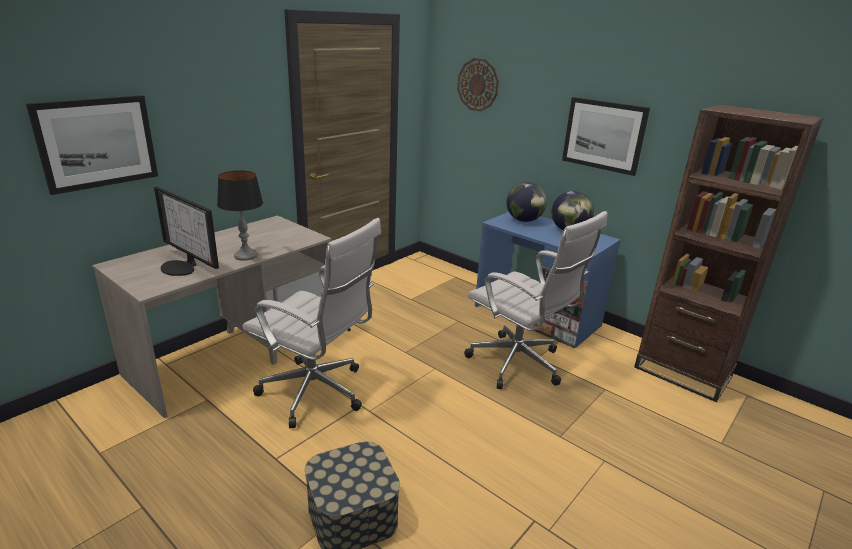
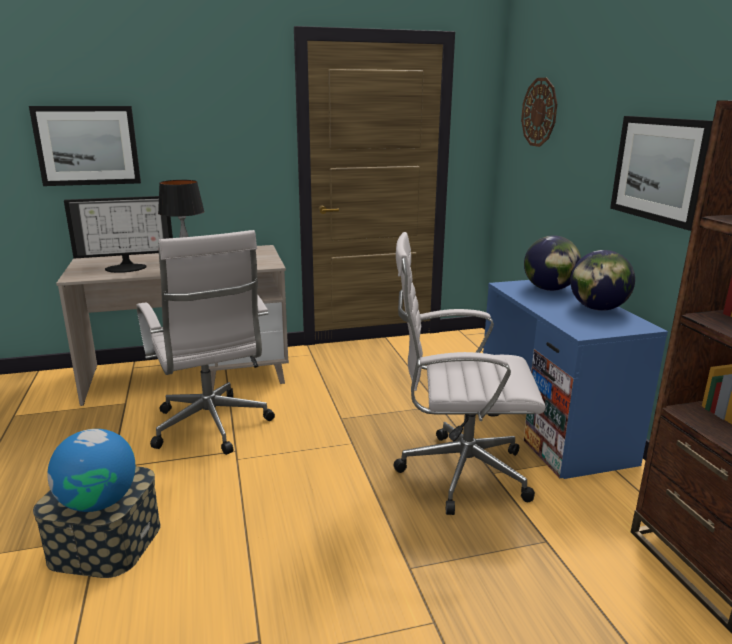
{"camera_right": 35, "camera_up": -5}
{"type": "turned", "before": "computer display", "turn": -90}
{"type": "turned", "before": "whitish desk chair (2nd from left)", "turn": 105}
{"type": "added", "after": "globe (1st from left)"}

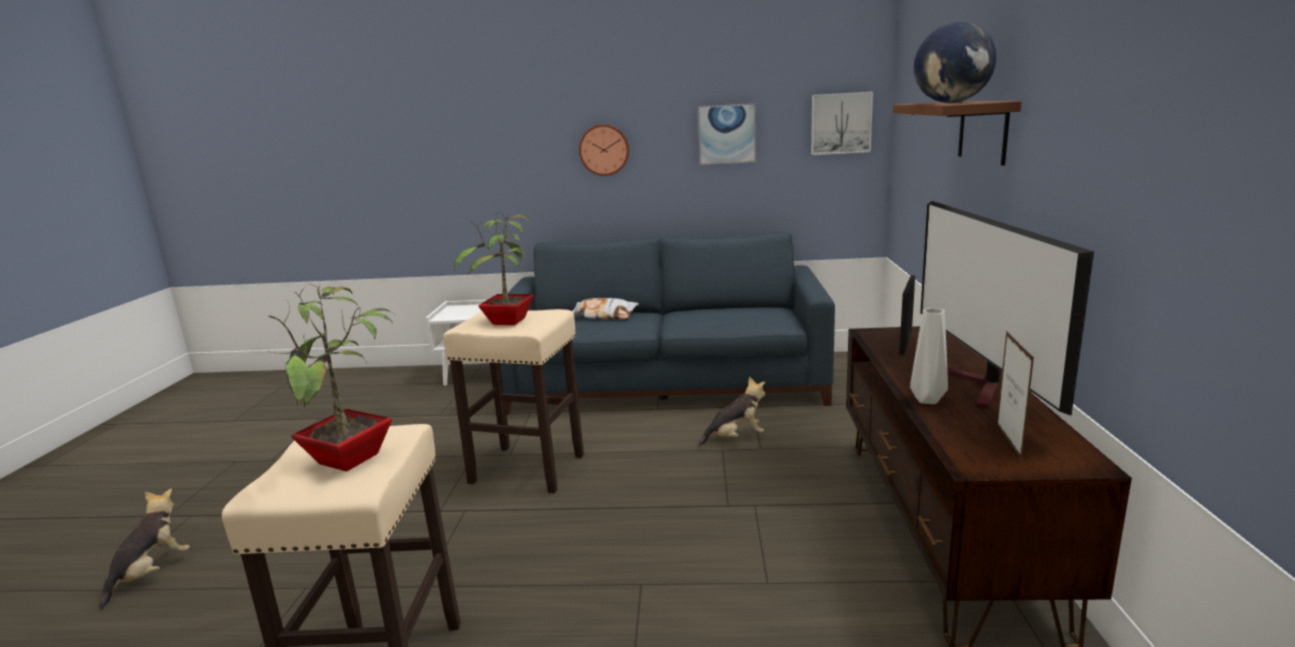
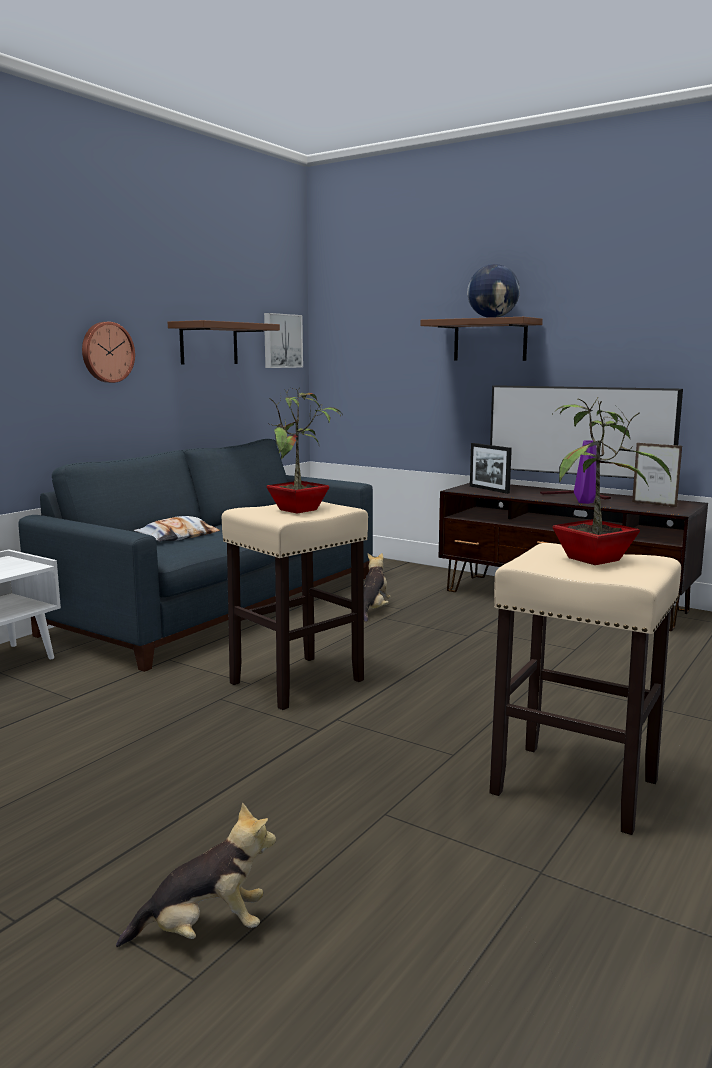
{"camera_right": -60, "camera_up": -5}
{"type": "turned", "before": "soft toy (1st from left)", "turn": 120}
{"type": "replaced", "before": "wall art (1st from left)", "after": "brown bracket shelf (1st from left)"}
{"type": "recoloured", "before": "greyish flower vase", "after": "purplish flower vase"}

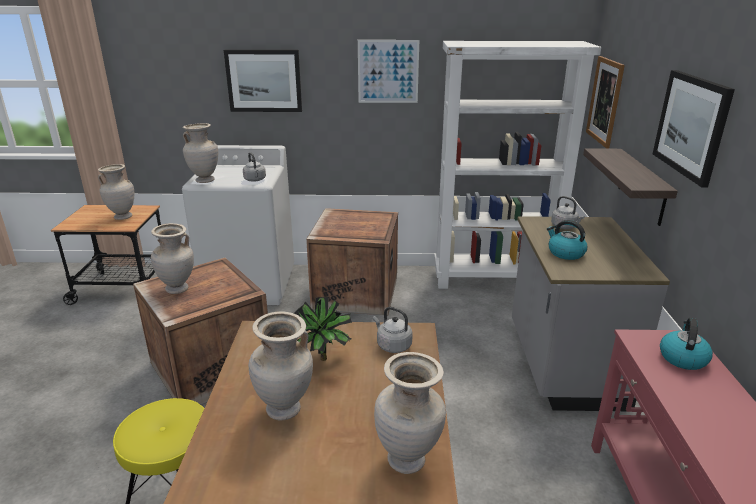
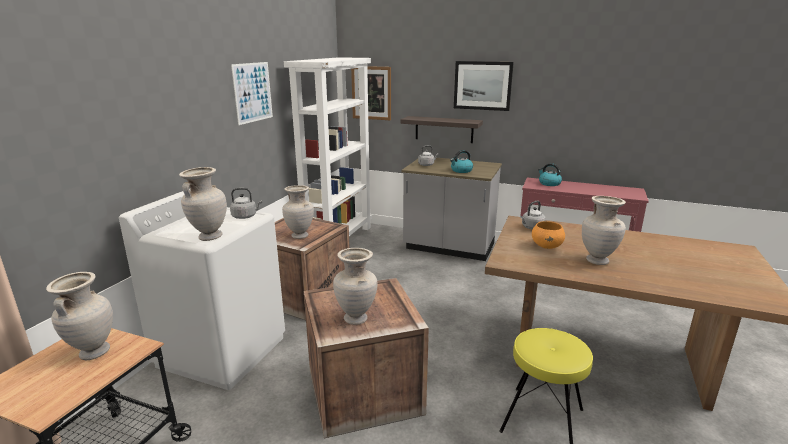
{"camera_right": -70, "camera_up": -5}
{"type": "removed", "before": "wall art (1st from left)"}
{"type": "replaced", "before": "potted plant", "after": "orange bowl"}
{"type": "moved", "before": "beige-coloured flower vase (5th from left in the first image)", "after": "beige-coloured flower vase (3rd from left)"}

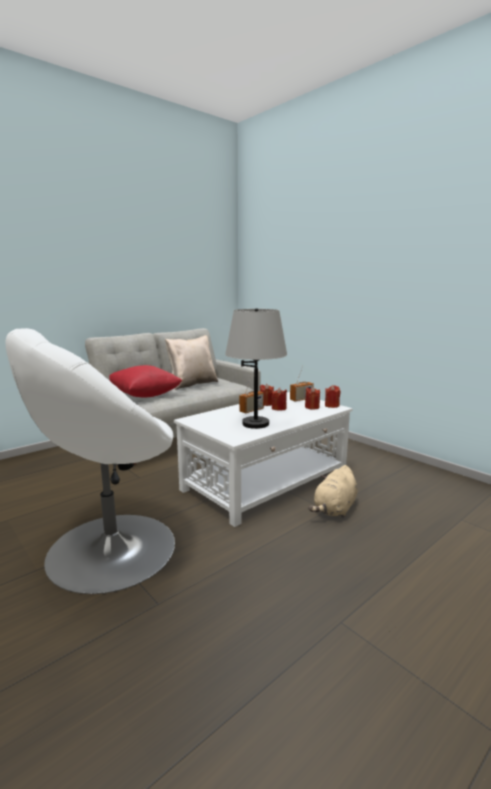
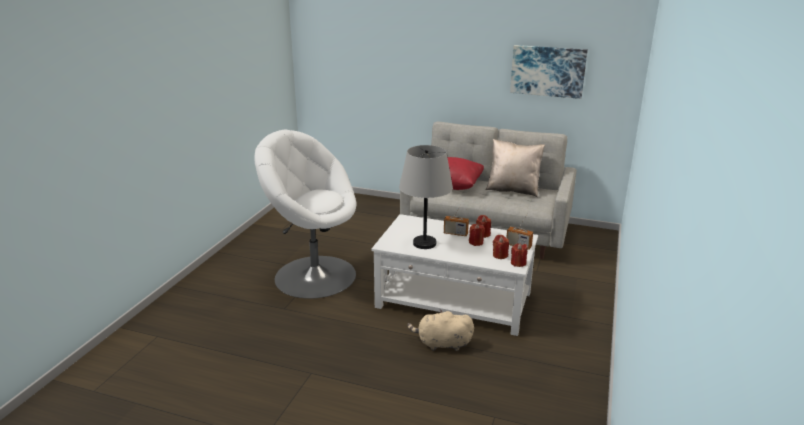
{"camera_right": 60, "camera_up": 10}
{"type": "added", "after": "wall art"}

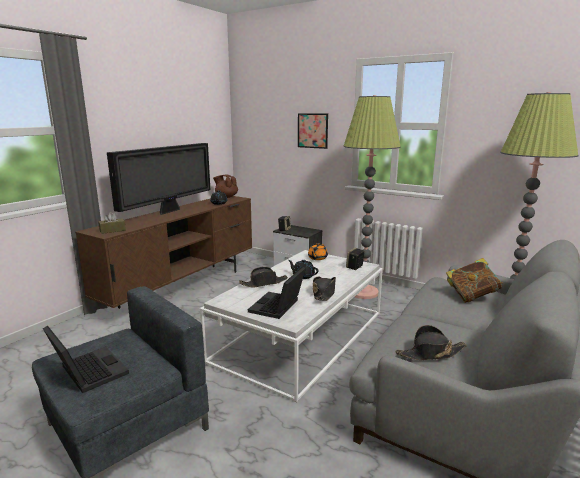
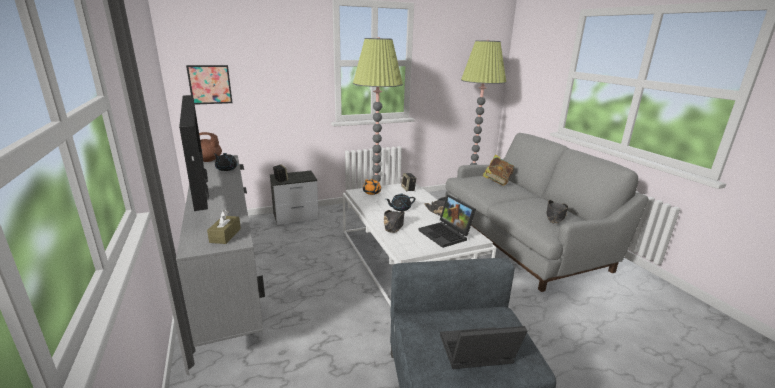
{"camera_right": -55, "camera_up": 5}
{"type": "recoloured", "before": "brown tv unit", "after": "greyish tv unit"}
{"type": "moved", "before": "wall art"}

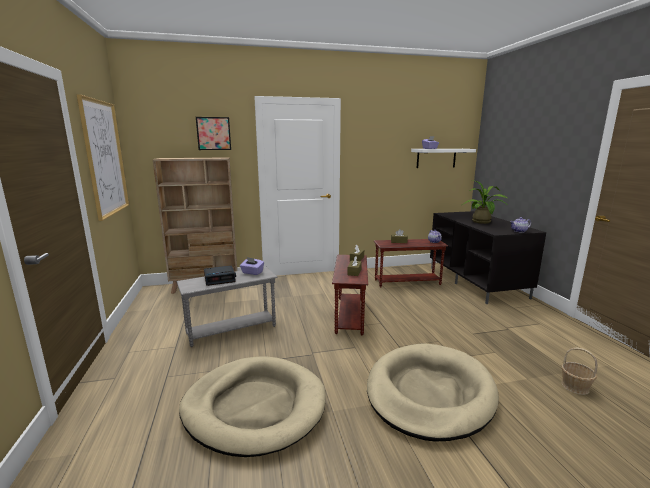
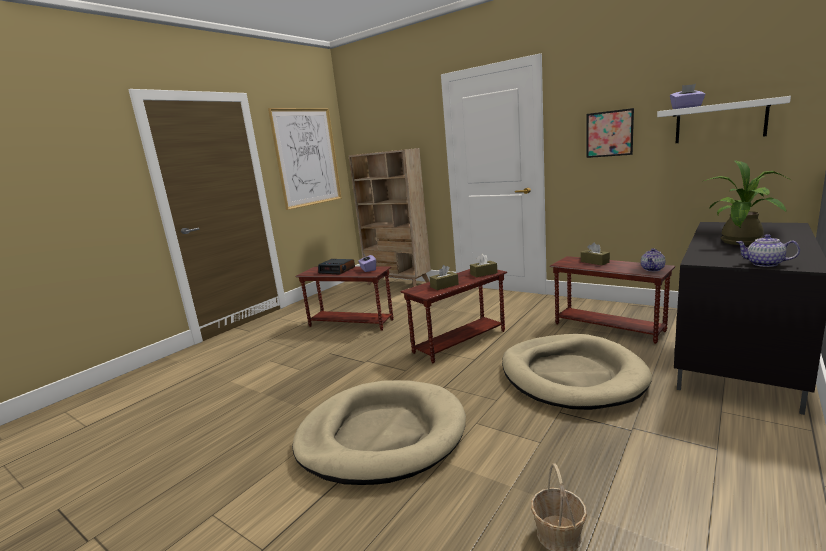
{"camera_right": 50, "camera_up": 0}
{"type": "recoloured", "before": "greyish end table", "after": "brown end table (1st from left)"}
{"type": "moved", "before": "beige-coloured pet bed (1st from left in the first image)", "after": "beige-coloured pet bed (2nd from left)"}
{"type": "moved", "before": "wall art (2nd from left)"}

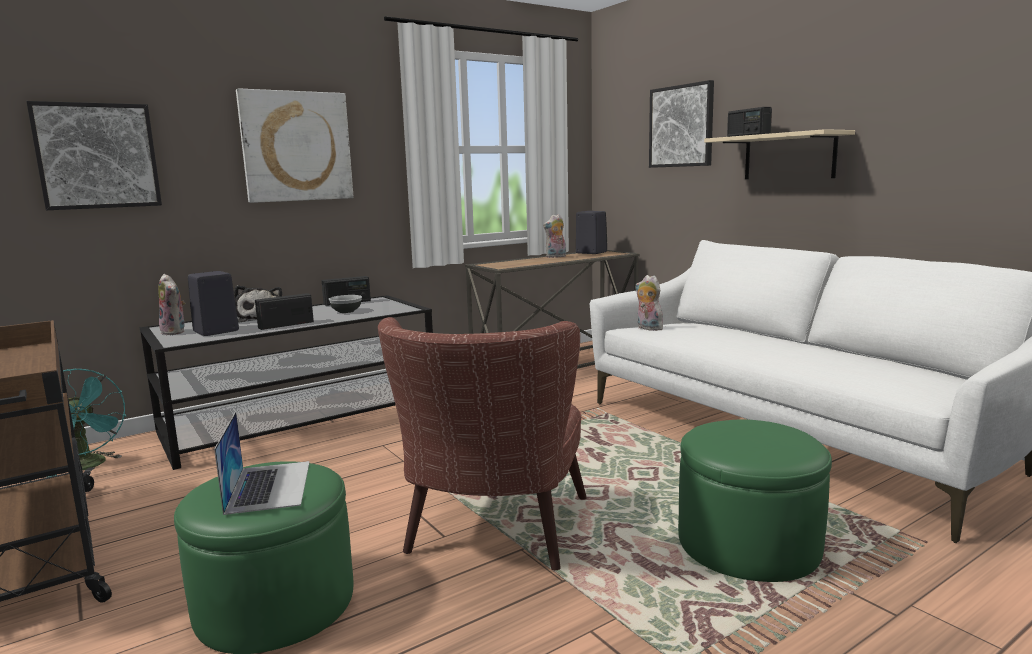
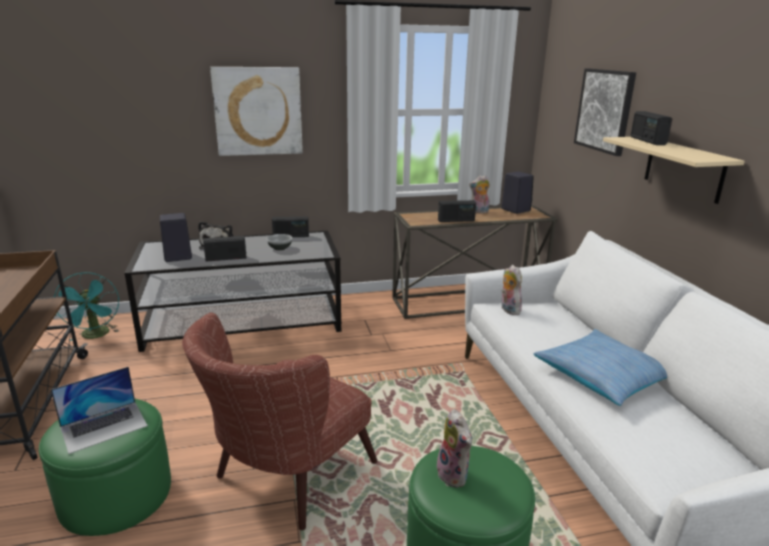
{"camera_right": 20, "camera_up": 10}
{"type": "removed", "before": "wall art (1st from left)"}
{"type": "moved", "before": "soft toy (1st from left in the first image)", "after": "soft toy (2nd from left)"}
{"type": "turned", "before": "laptop", "turn": 45}
{"type": "added", "after": "radio receiver (3rd from left)"}
{"type": "added", "after": "pillow"}

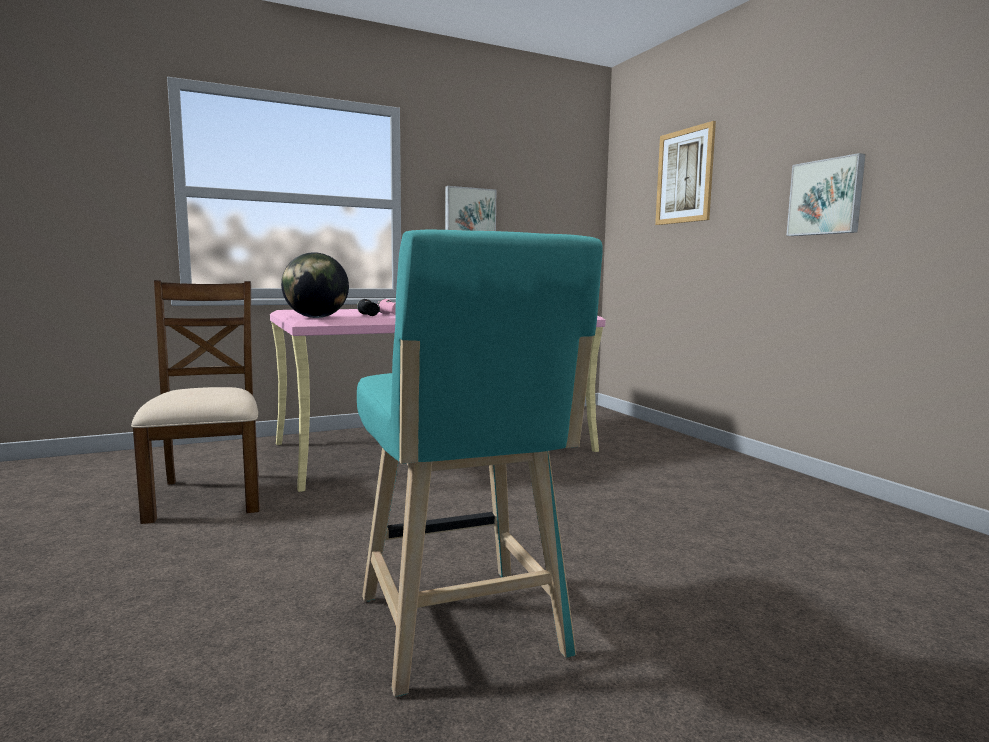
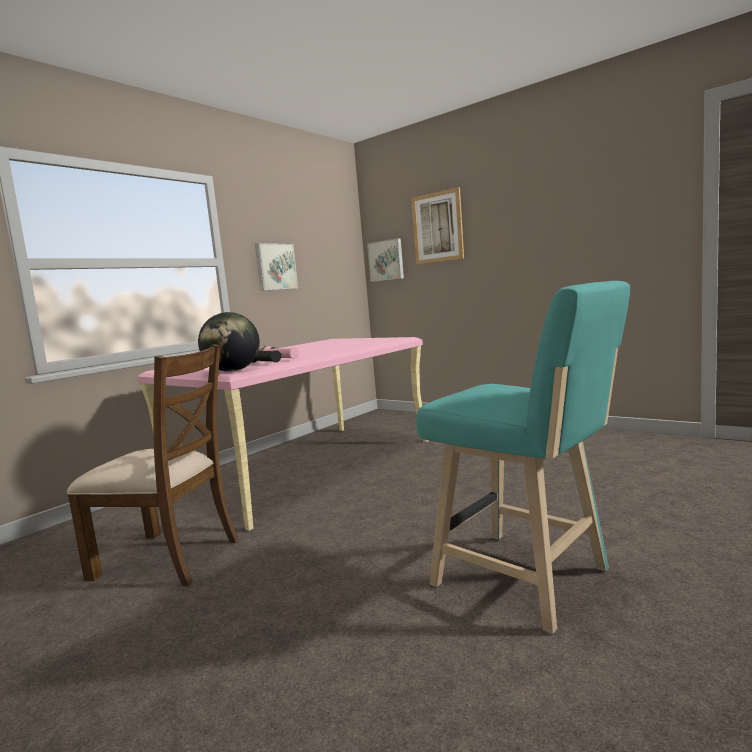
{"camera_right": -25, "camera_up": 0}
{"type": "turned", "before": "brown upright chair", "turn": 150}
{"type": "moved", "before": "wall art (3rd from left in the first image)", "after": "wall art (2nd from left)"}

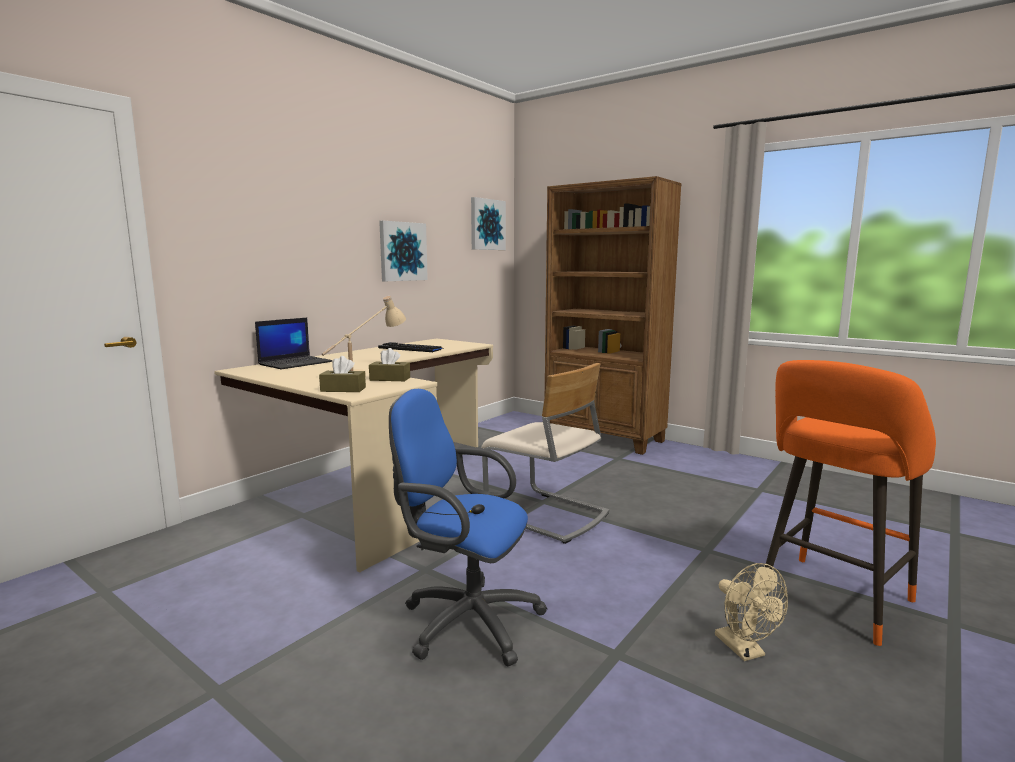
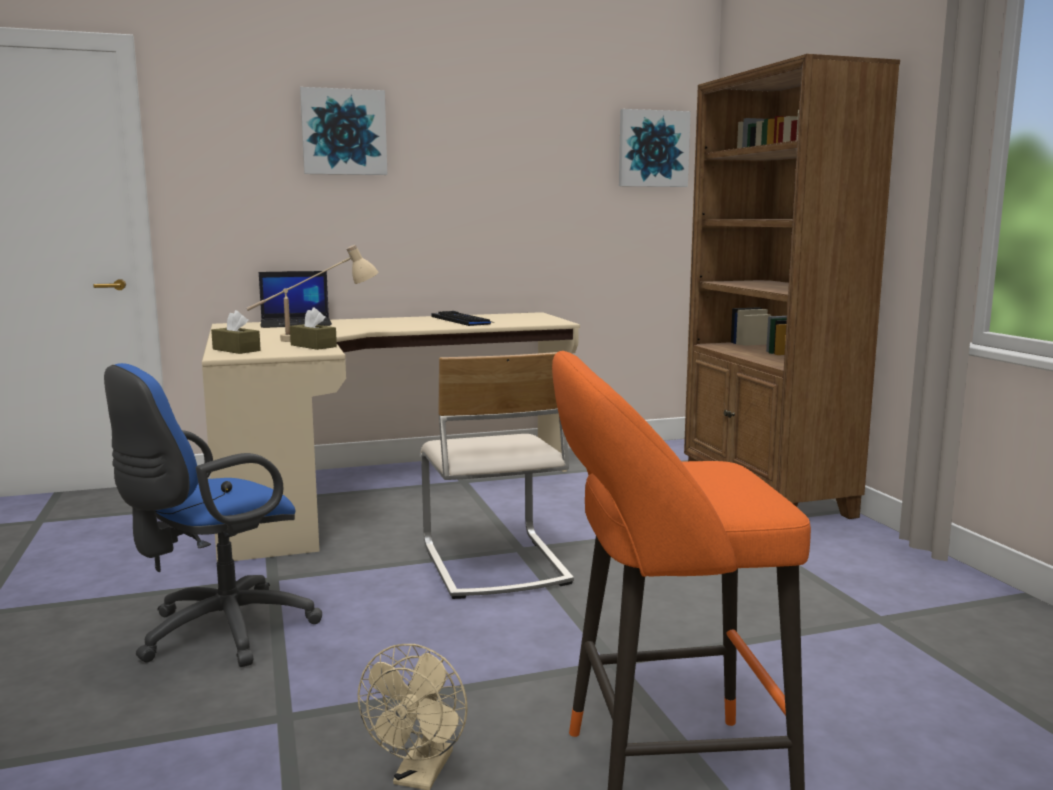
{"camera_right": 35, "camera_up": 0}
{"type": "moved", "before": "wall art (1st from left)"}
{"type": "turned", "before": "blue-coloured desk chair", "turn": -105}

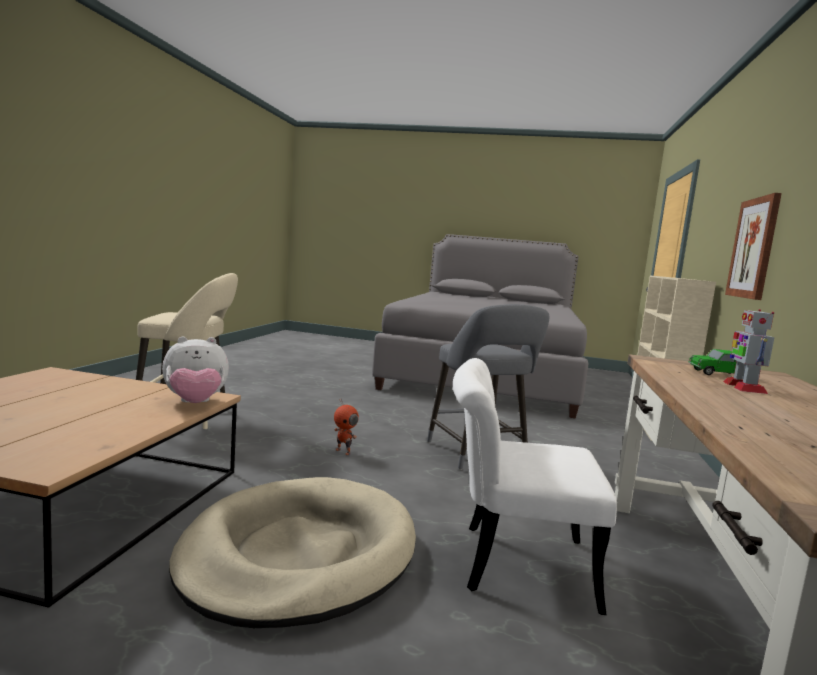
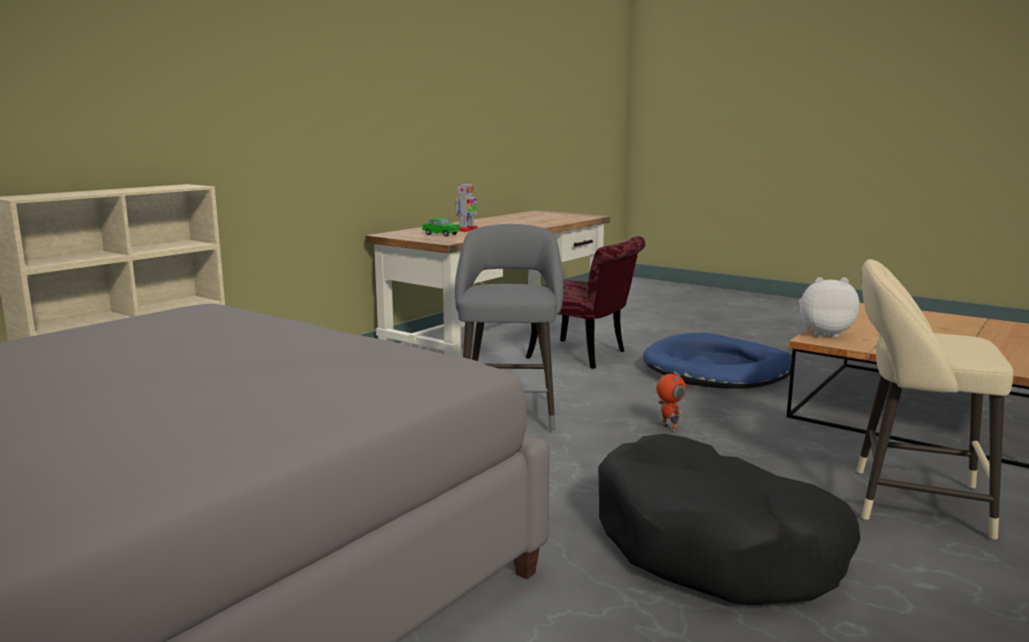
{"camera_right": -155, "camera_up": 5}
{"type": "recoloured", "before": "beige-coloured pet bed", "after": "blue-coloured pet bed"}
{"type": "recoloured", "before": "whitish upright chair", "after": "red-coloured upright chair"}
{"type": "removed", "before": "wall art"}
{"type": "added", "after": "blackish pet bed"}

